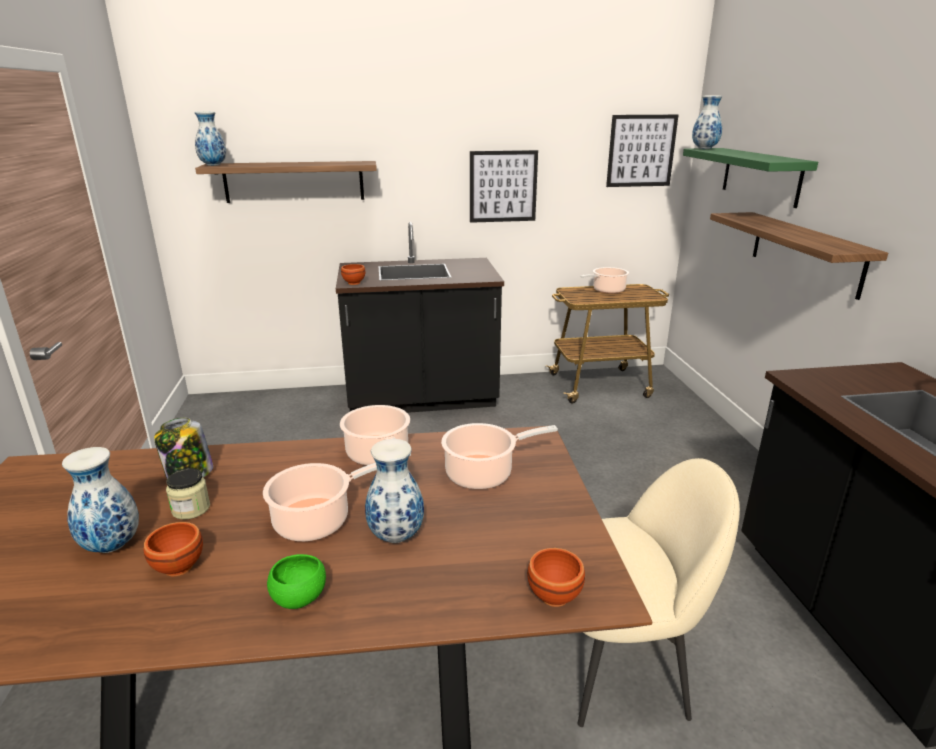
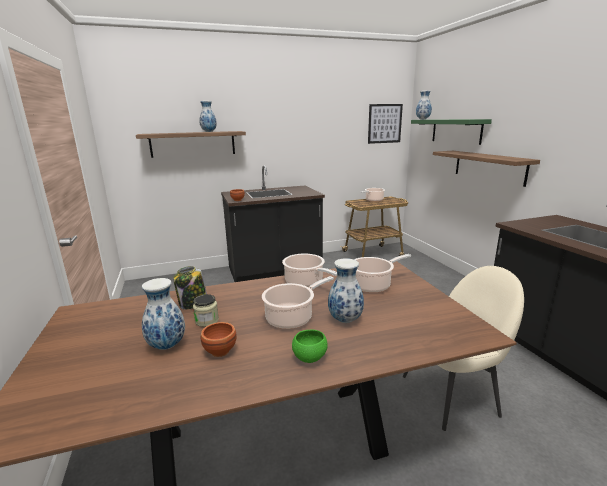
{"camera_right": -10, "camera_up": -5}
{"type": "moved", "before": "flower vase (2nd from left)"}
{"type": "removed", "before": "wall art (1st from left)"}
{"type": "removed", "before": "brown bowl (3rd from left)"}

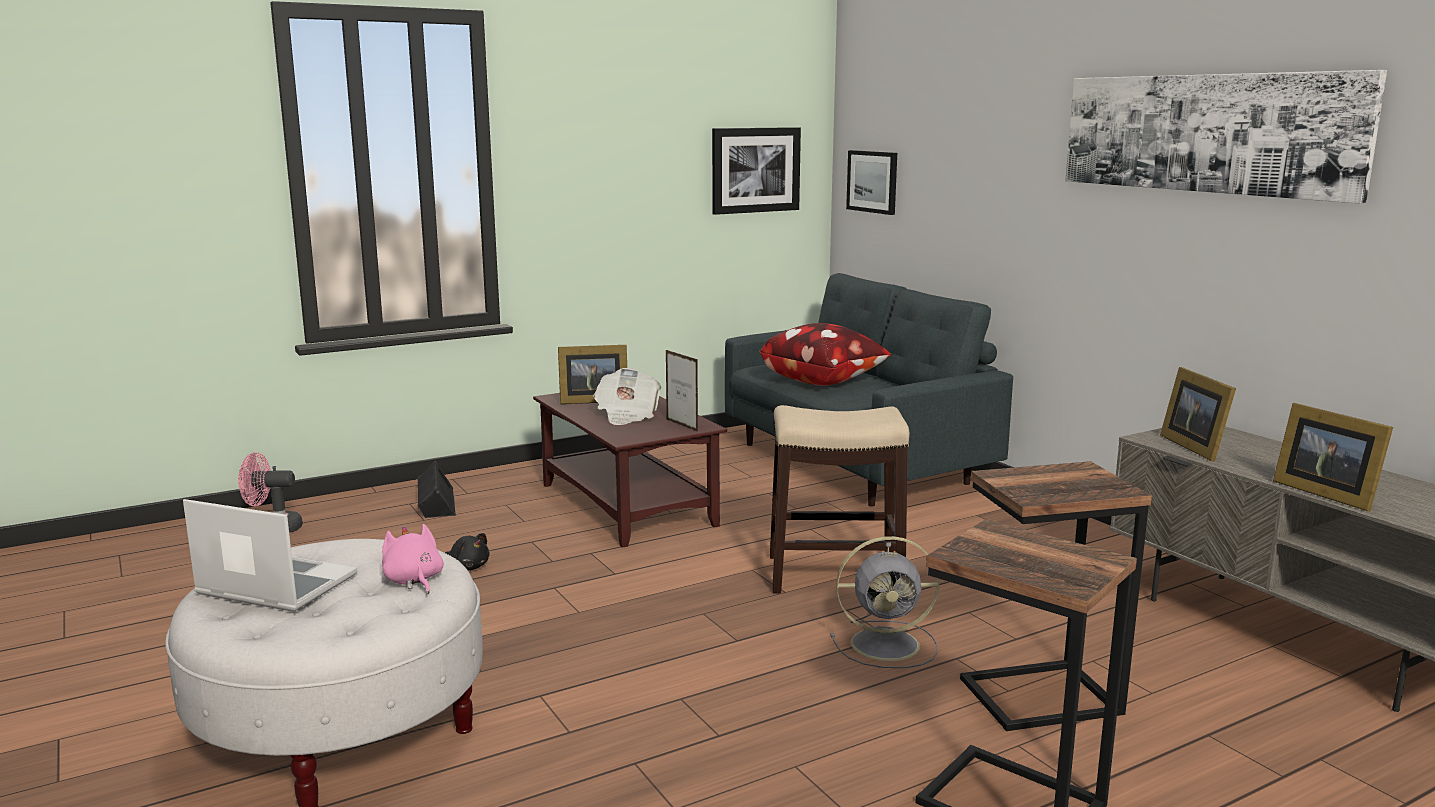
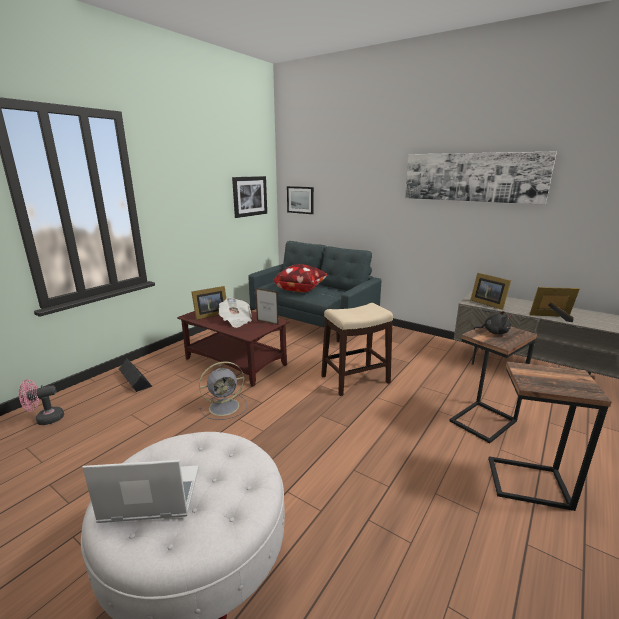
{"camera_right": -25, "camera_up": 5}
{"type": "removed", "before": "pink-coloured soft toy"}
{"type": "moved", "before": "blackish soft toy"}
{"type": "moved", "before": "greyish cooling fan"}
{"type": "turned", "before": "picture frame (4th from left)", "turn": 150}

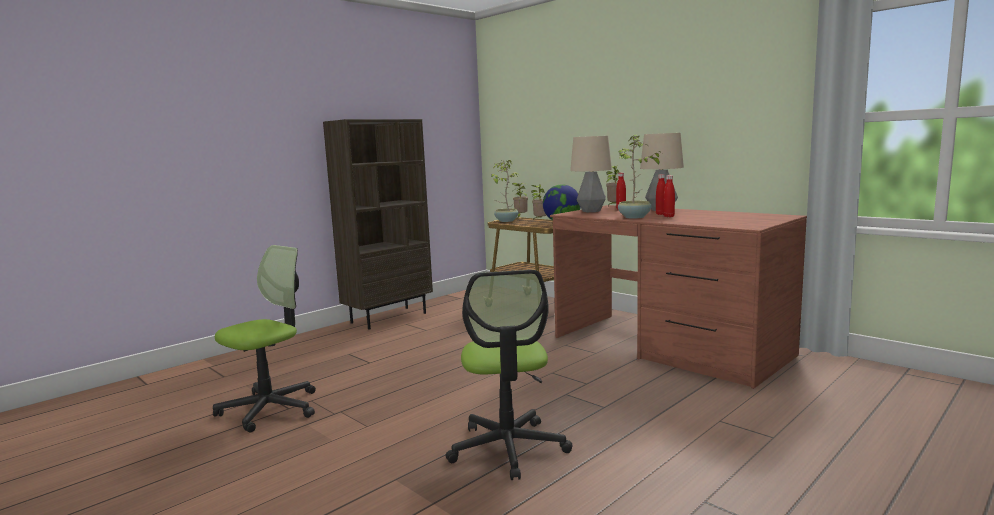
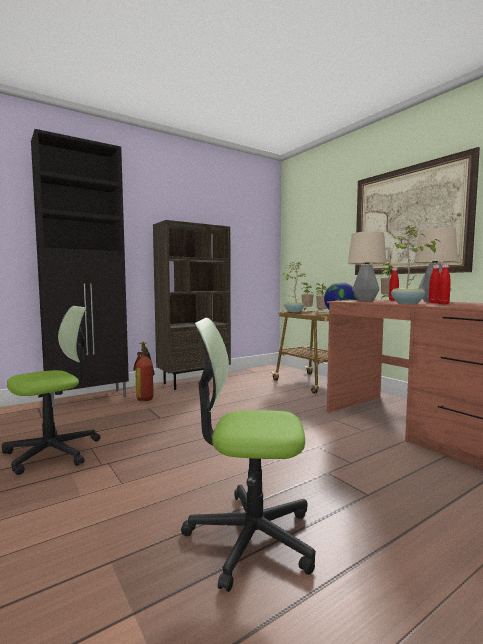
{"camera_right": 10, "camera_up": -5}
{"type": "turned", "before": "desk chair (2nd from left)", "turn": 90}
{"type": "added", "after": "blackish storage cabinet"}
{"type": "added", "after": "fire extinguisher"}
{"type": "added", "after": "wall art"}

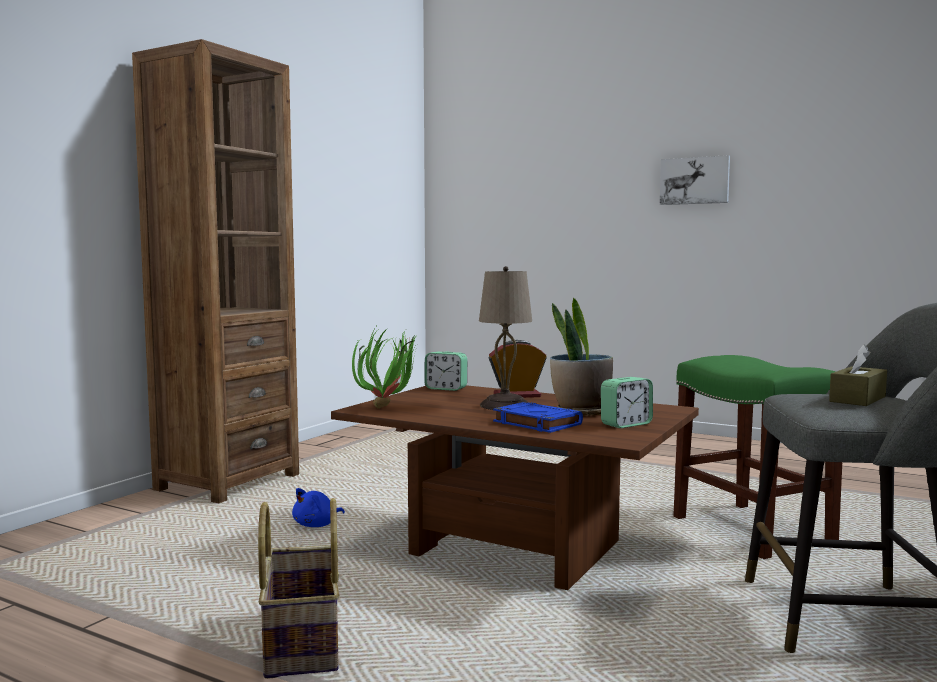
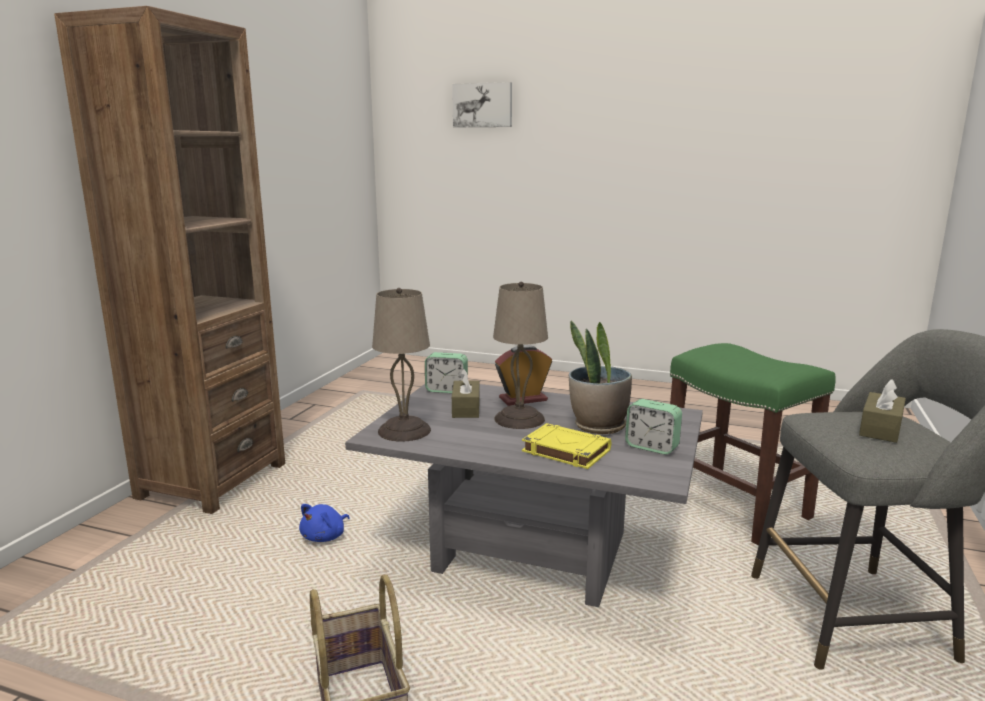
{"camera_right": -10, "camera_up": 10}
{"type": "recoloured", "before": "brown low table", "after": "greyish low table"}
{"type": "replaced", "before": "potted plant (1st from left)", "after": "beige-coloured tabletop lamp (1st from left)"}
{"type": "recoloured", "before": "blue-coloured book", "after": "yellowish book"}
{"type": "turned", "before": "alarm clock (3rd from left)", "turn": 75}
{"type": "moved", "before": "wall art"}
{"type": "added", "after": "brown tissue holder (1st from left)"}

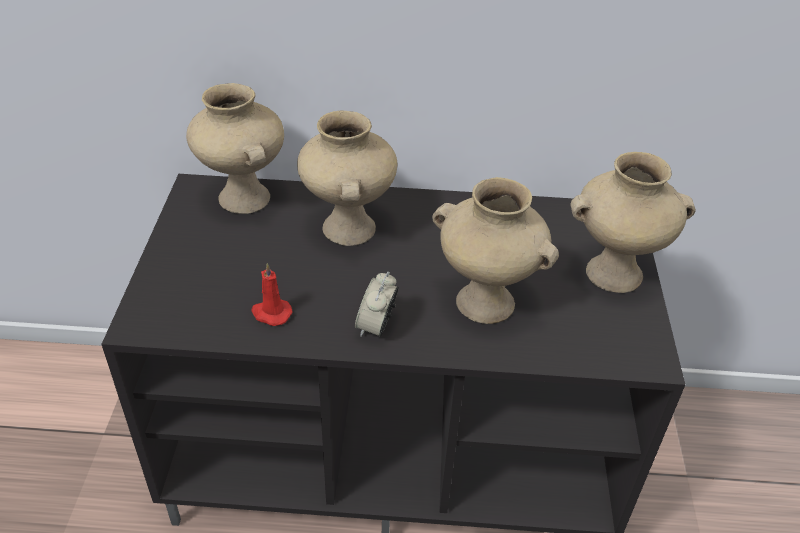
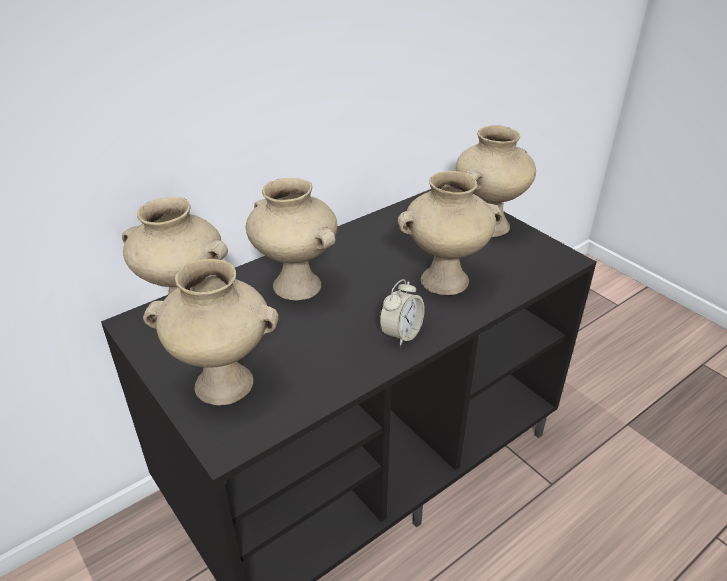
{"camera_right": -40, "camera_up": -5}
{"type": "removed", "before": "red-coloured wax light"}
{"type": "turned", "before": "alarm clock", "turn": -120}
{"type": "added", "after": "beige-coloured flower vase (2nd from left)"}

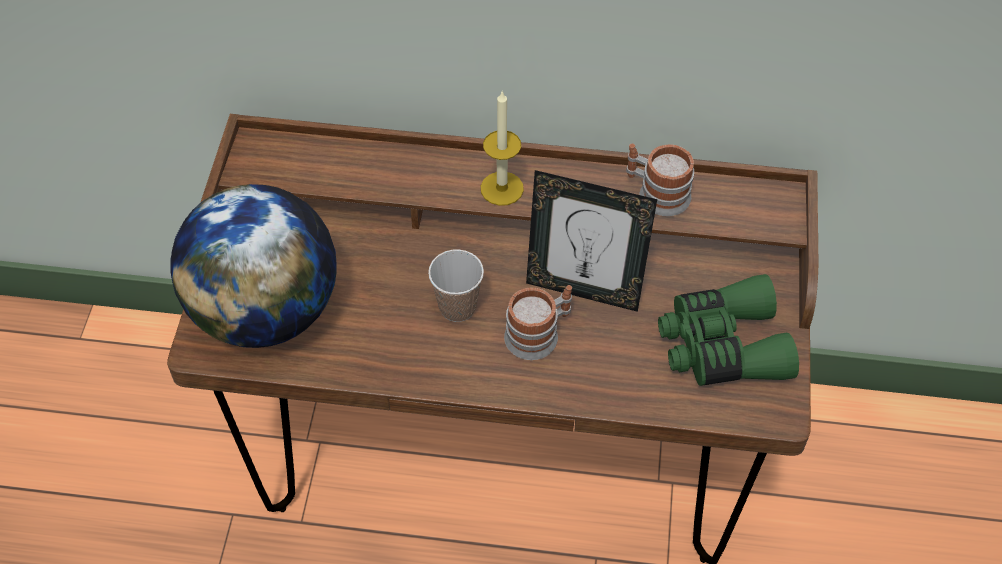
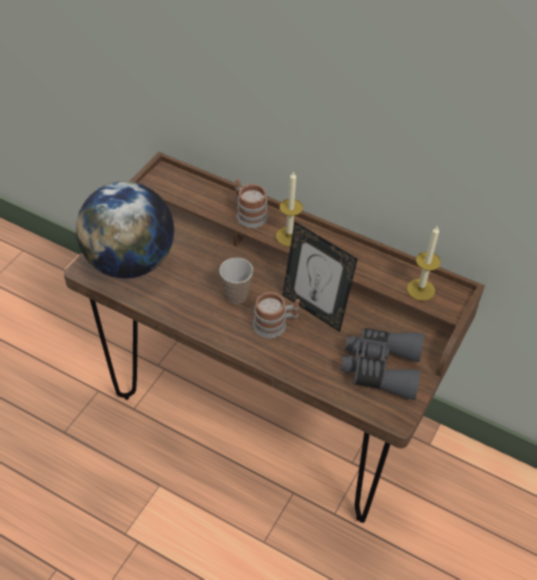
{"camera_right": 20, "camera_up": -5}
{"type": "moved", "before": "tea mug (2nd from left in the first image)", "after": "tea mug (1st from left)"}
{"type": "recoloured", "before": "green field glasses", "after": "greyish field glasses"}
{"type": "added", "after": "wax light (2nd from left)"}

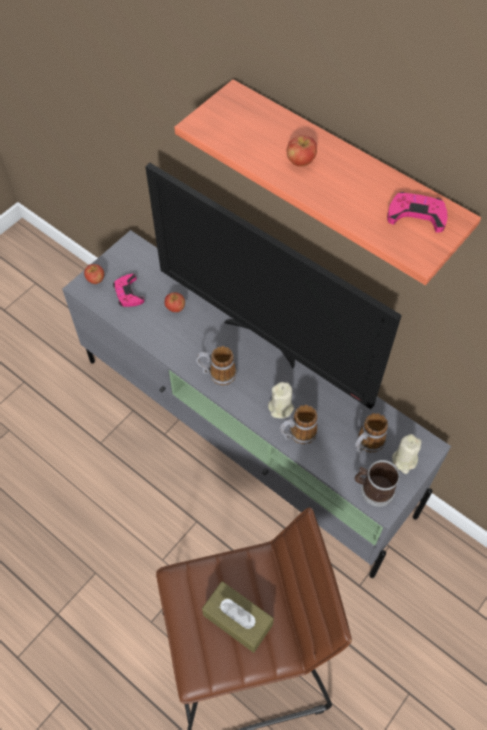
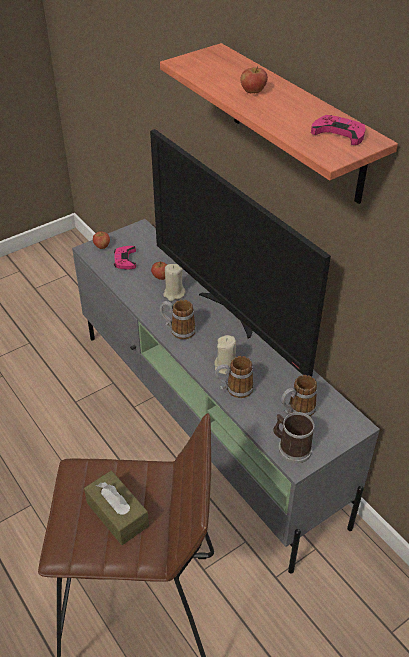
{"camera_right": 15, "camera_up": -15}
{"type": "moved", "before": "beige-coloured wax light (2nd from left in the first image)", "after": "beige-coloured wax light (1st from left)"}

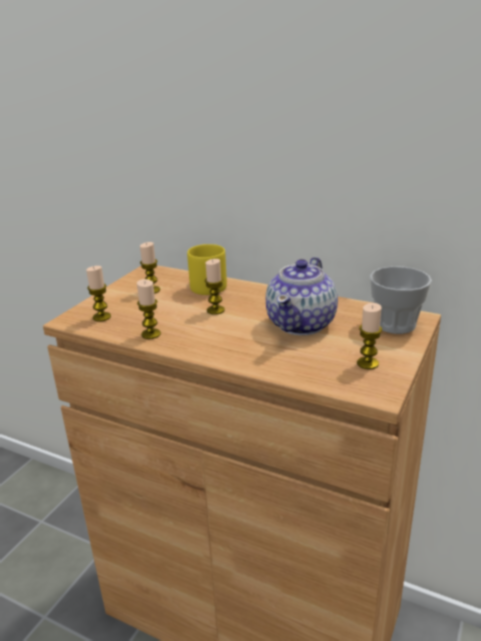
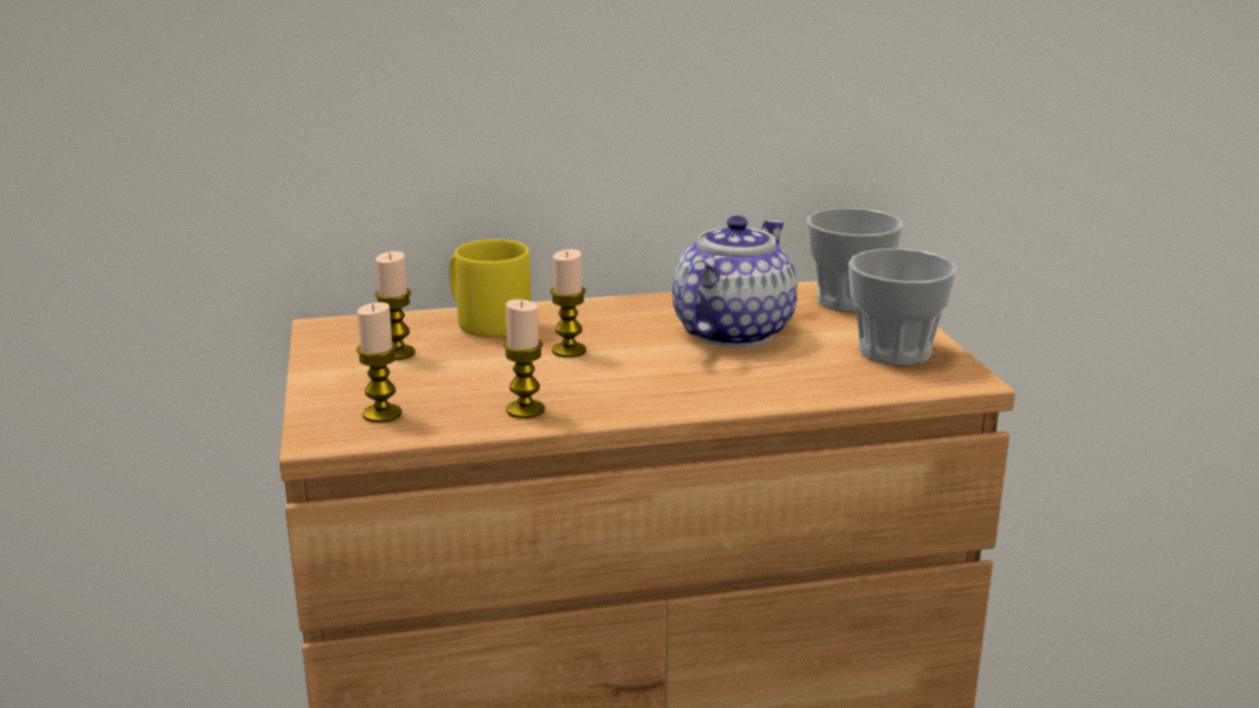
{"camera_right": -40, "camera_up": -5}
{"type": "turned", "before": "tea pot", "turn": -135}
{"type": "replaced", "before": "wax light (5th from left)", "after": "cup (2nd from left)"}

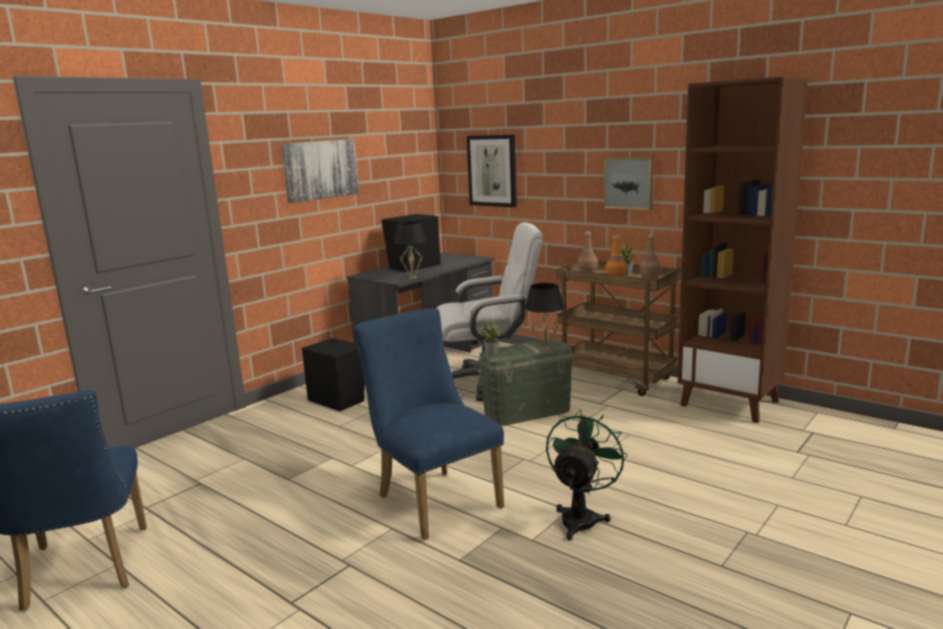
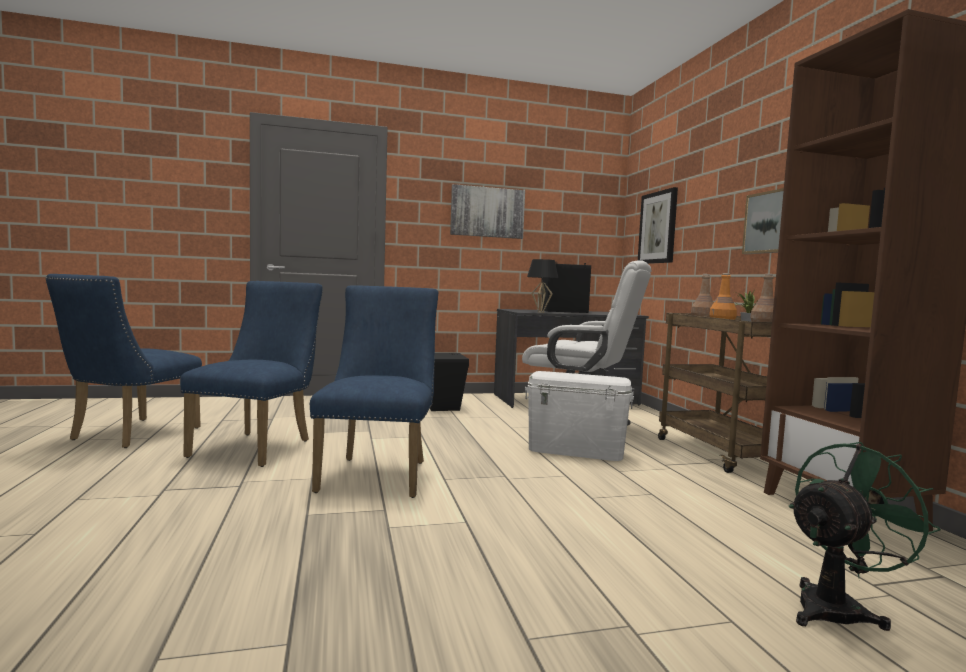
{"camera_right": 35, "camera_up": -10}
{"type": "removed", "before": "potted plant (1st from left)"}
{"type": "recoloured", "before": "green storage box", "after": "whitish storage box"}
{"type": "removed", "before": "blackish tabletop lamp (2nd from left)"}
{"type": "moved", "before": "green cooling fan"}
{"type": "added", "after": "blue-coloured upright chair (2nd from left)"}

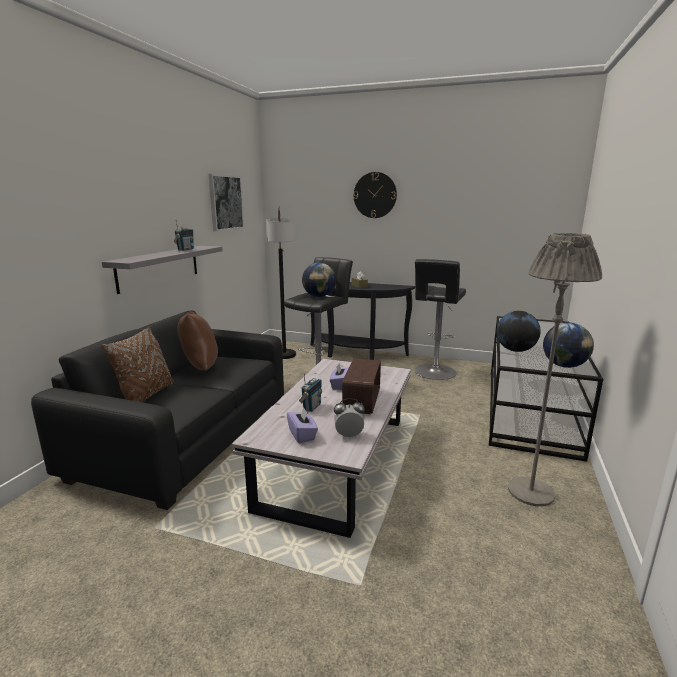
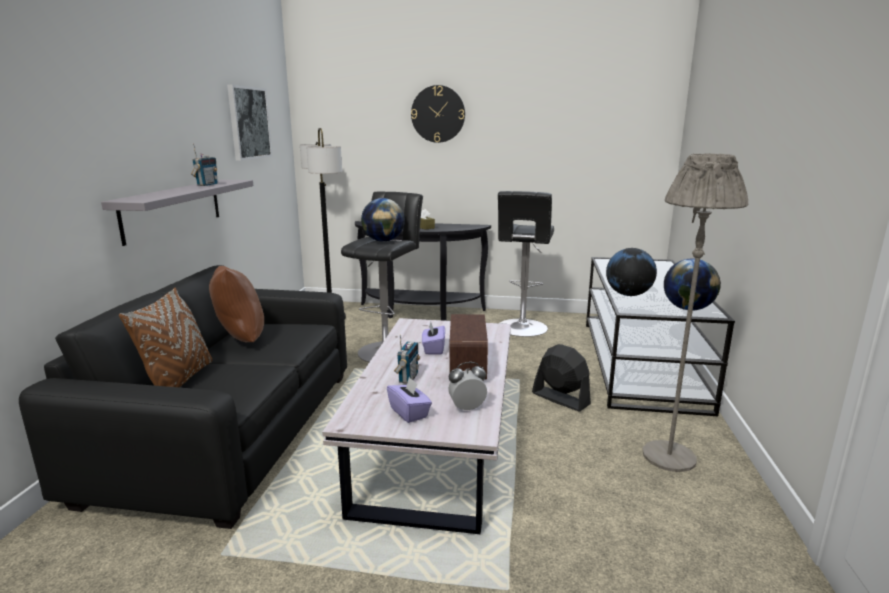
{"camera_right": -10, "camera_up": 0}
{"type": "added", "after": "blackish cooling fan"}

